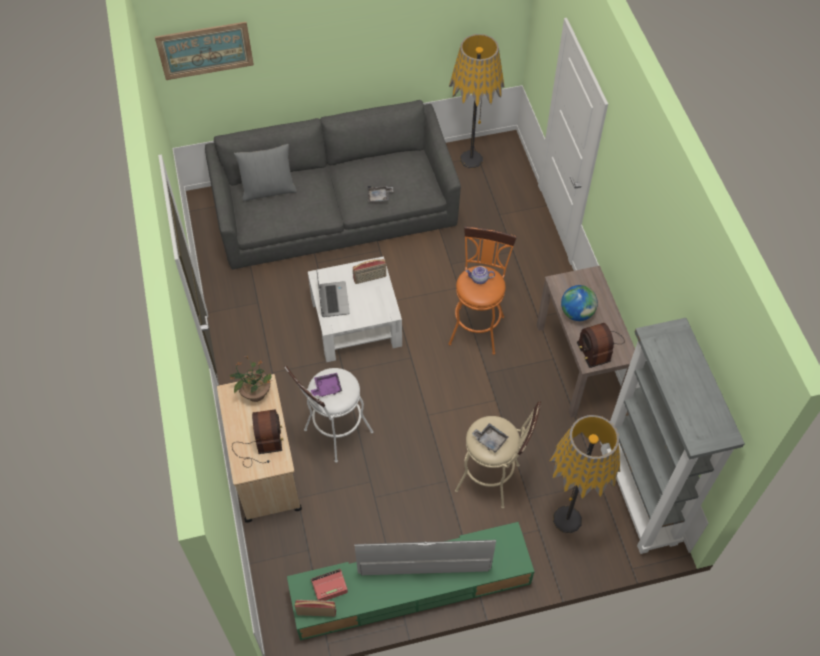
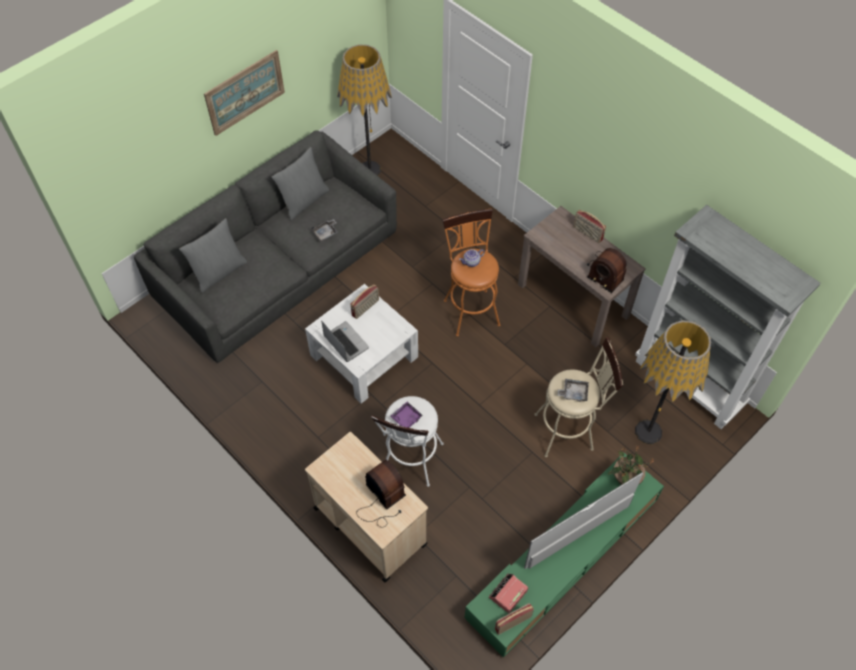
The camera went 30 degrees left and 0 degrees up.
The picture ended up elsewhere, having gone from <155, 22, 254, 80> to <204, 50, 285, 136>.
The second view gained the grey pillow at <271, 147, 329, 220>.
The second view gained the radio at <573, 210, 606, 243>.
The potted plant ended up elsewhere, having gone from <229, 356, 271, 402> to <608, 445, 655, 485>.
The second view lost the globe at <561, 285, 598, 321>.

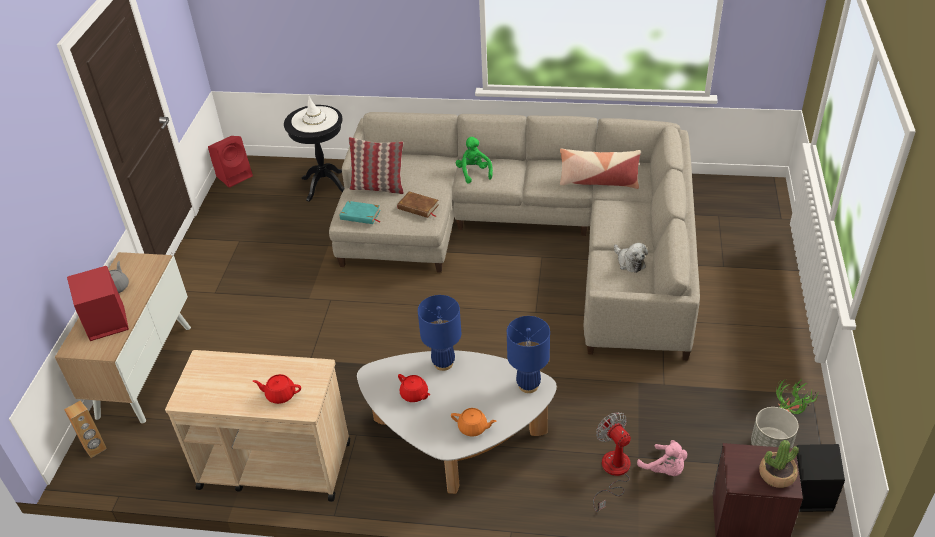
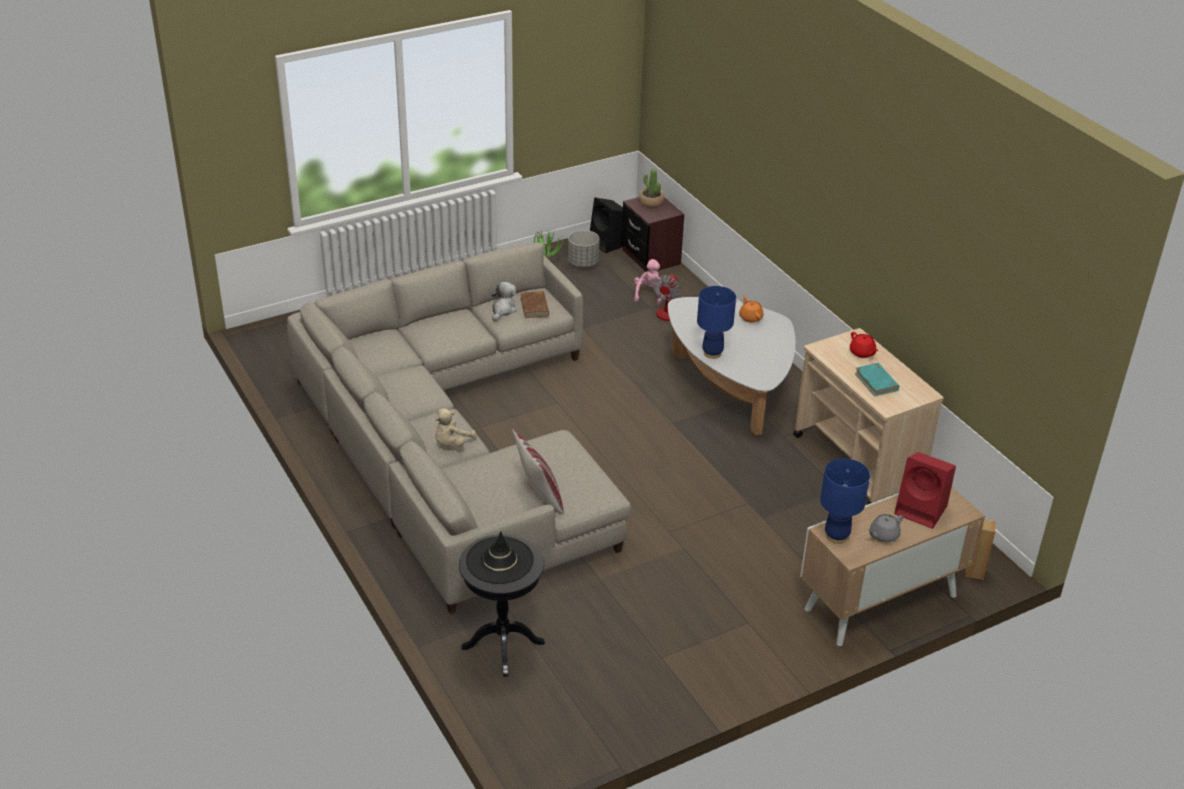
The camera went 130 degrees left and 5 degrees down.
What was the green plush toy at <456, 137, 493, 184> turned into the beige plush toy at <435, 408, 477, 447>.
What was the white hat at <291, 96, 338, 133> turned into the black hat at <466, 531, 534, 584>.
The brown book ended up elsewhere, having gone from <397, 192, 439, 218> to <521, 291, 549, 318>.
The blue table lamp ended up elsewhere, having gone from <507, 316, 550, 393> to <820, 458, 870, 544>.
The turquoise book ended up elsewhere, having gone from <340, 201, 381, 224> to <855, 363, 899, 397>.
The second view lost the red speaker at <208, 136, 253, 188>.
The second view lost the red teapot at <398, 374, 430, 402>.
The second view lost the pillow at <560, 149, 641, 189>.

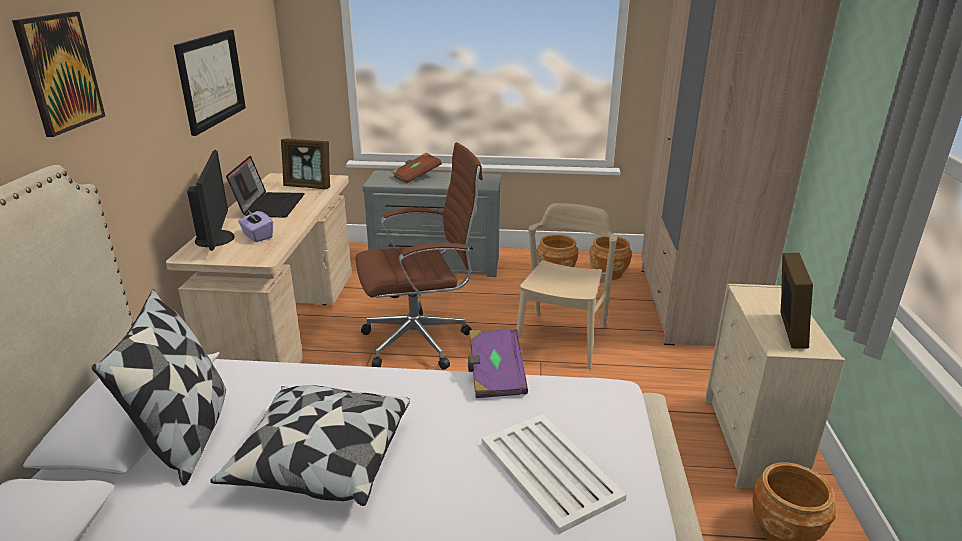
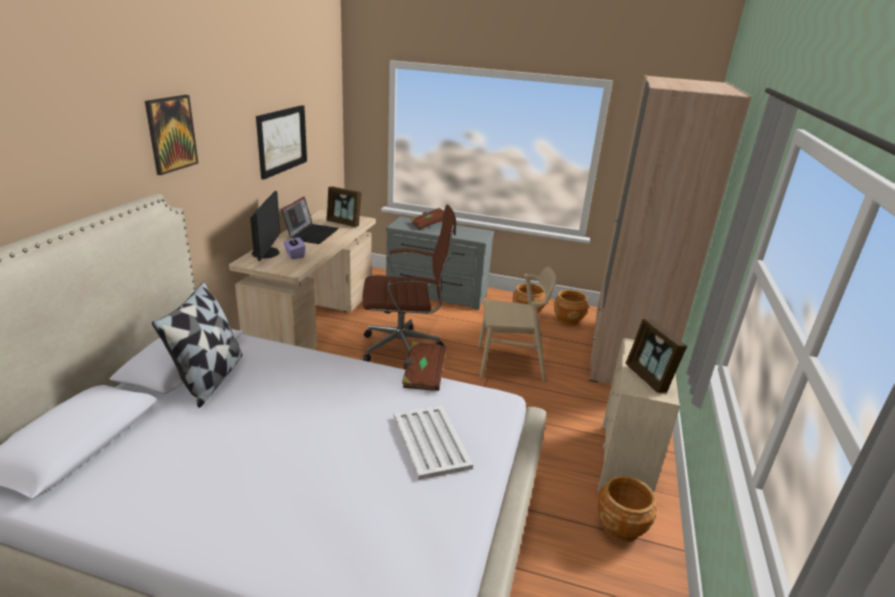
The camera went 10 degrees right and 0 degrees up.
What was the purple book at <468, 329, 528, 398> turned into the brown book at <402, 341, 446, 391>.
The beige chair at <516, 203, 617, 369> ended up facing another way, 60 degrees clockwise from before.
The picture frame at <781, 253, 813, 349> ended up facing another way, 135 degrees clockwise from before.
The second view lost the pillow at <210, 385, 410, 506>.

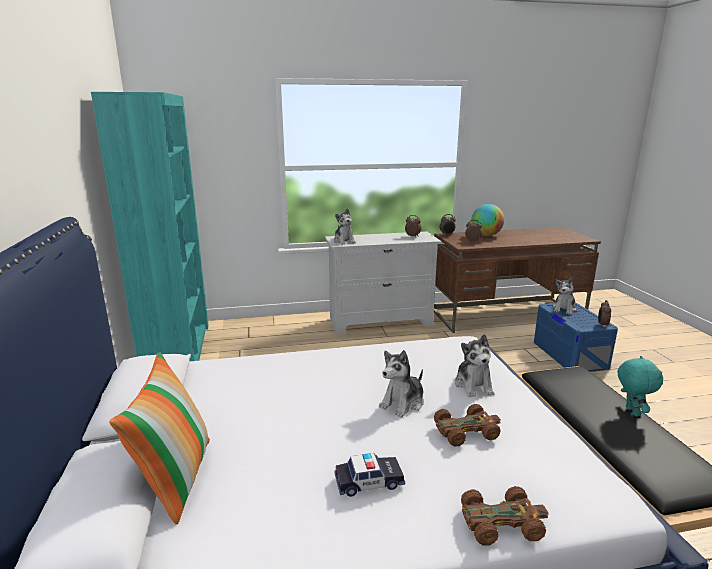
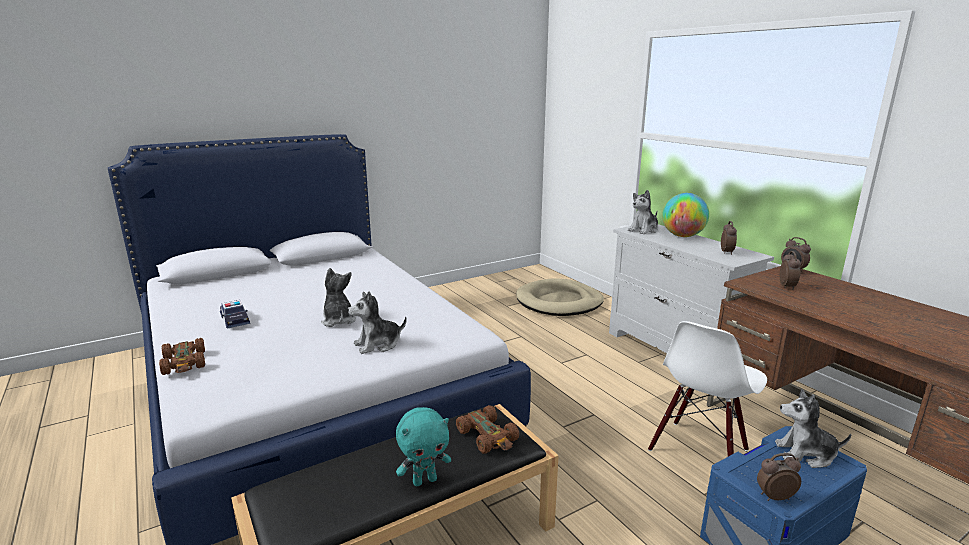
The camera went 70 degrees right and 0 degrees up.
The plush toy at <379, 350, 424, 417> ended up facing another way, 45 degrees clockwise from before.
The brown toy car ended up elsewhere, having gone from <434, 404, 501, 446> to <456, 405, 519, 454>.
The second view gained the beige dog bed at <516, 279, 604, 316>.
The second view gained the white chair at <648, 321, 767, 456>.
The globe ended up elsewhere, having gone from <471, 204, 504, 236> to <662, 193, 709, 237>.
The second view lost the turquoise bookcase at <91, 92, 209, 361>.
The second view lost the pillow at <109, 352, 210, 525>.

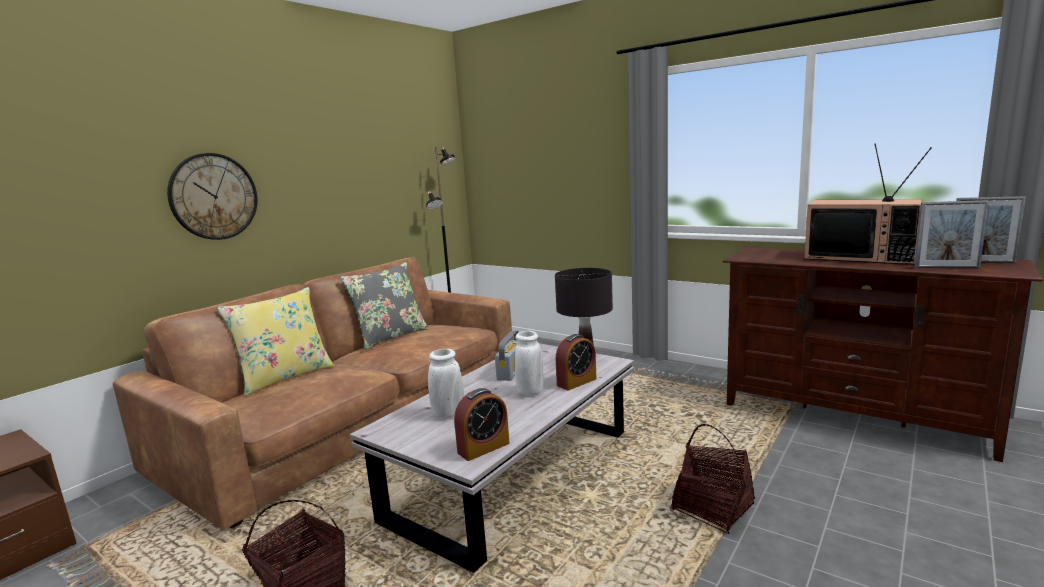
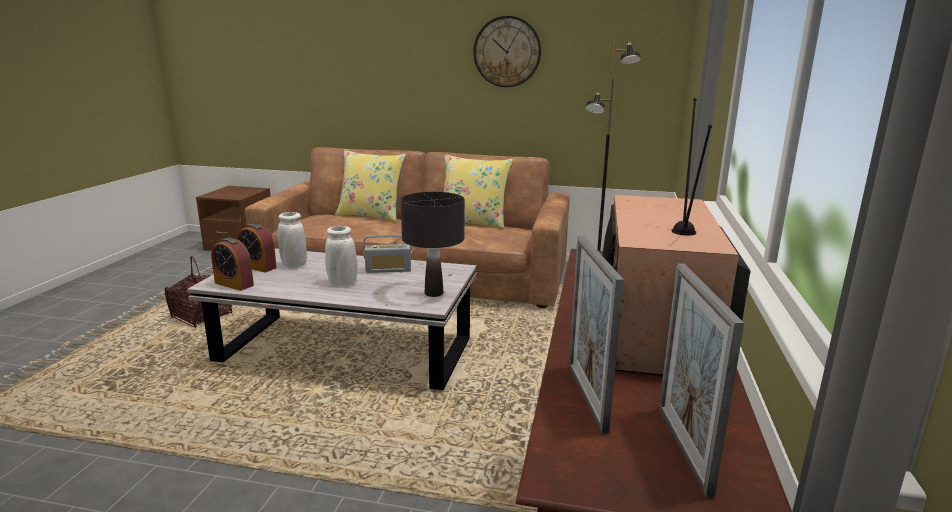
The camera went 65 degrees right and 5 degrees up.
The alarm clock ended up elsewhere, having gone from <556, 334, 596, 390> to <237, 223, 277, 272>.
What was the grey pillow at <340, 262, 429, 350> turned into the yellow pillow at <444, 154, 513, 230>.
The wall clock ended up elsewhere, having gone from <167, 153, 258, 240> to <473, 16, 541, 87>.
The second view lost the basket at <672, 424, 755, 534>.

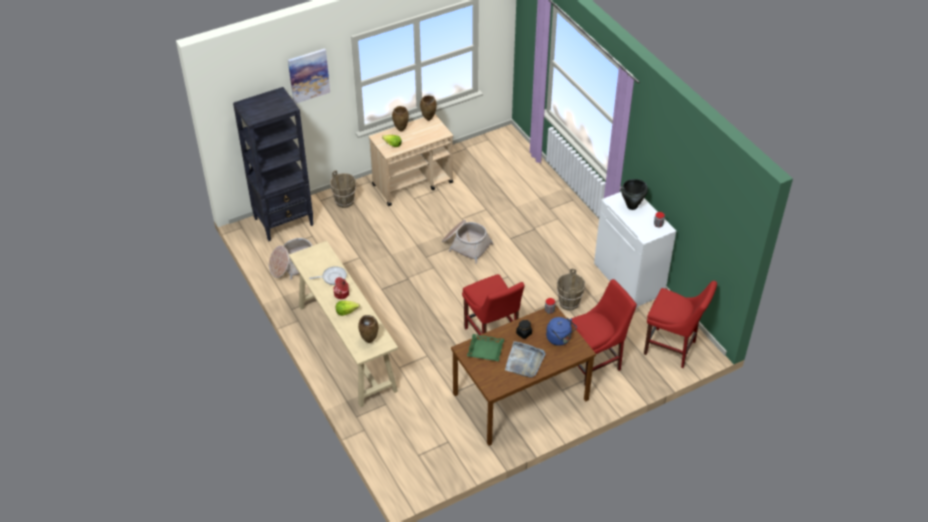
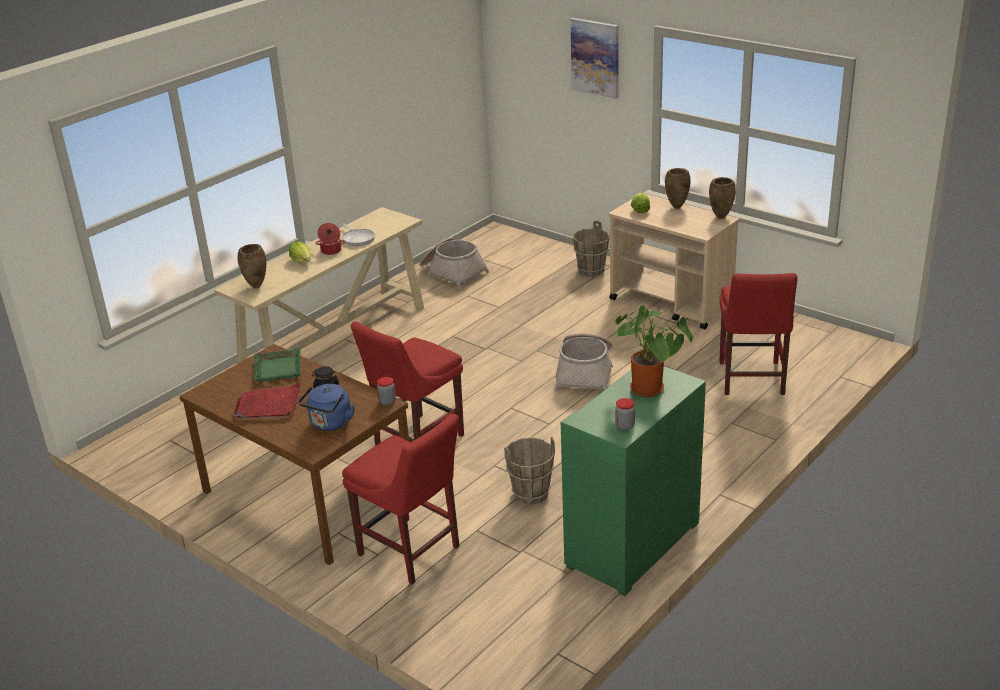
The camera went 70 degrees right and 15 degrees down.
What was the grey tray at <505, 341, 546, 378> turned into the red tray at <233, 383, 301, 419>.
What was the white cabinet at <594, 192, 676, 308> turned into the green cabinet at <561, 366, 706, 596>.
Where the black cooking pot stood at <621, 179, 648, 210>, the potted plant came to stand at <615, 305, 693, 397>.
The red chair ended up elsewhere, having gone from <644, 281, 717, 368> to <719, 273, 797, 395>.
The second view lost the black bookcase at <233, 87, 313, 241>.

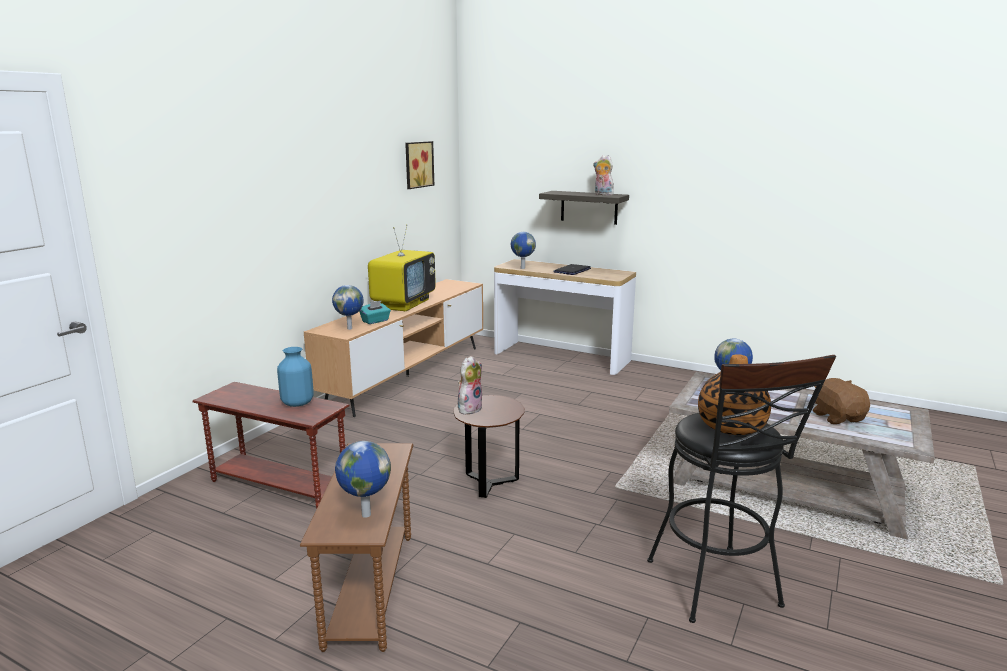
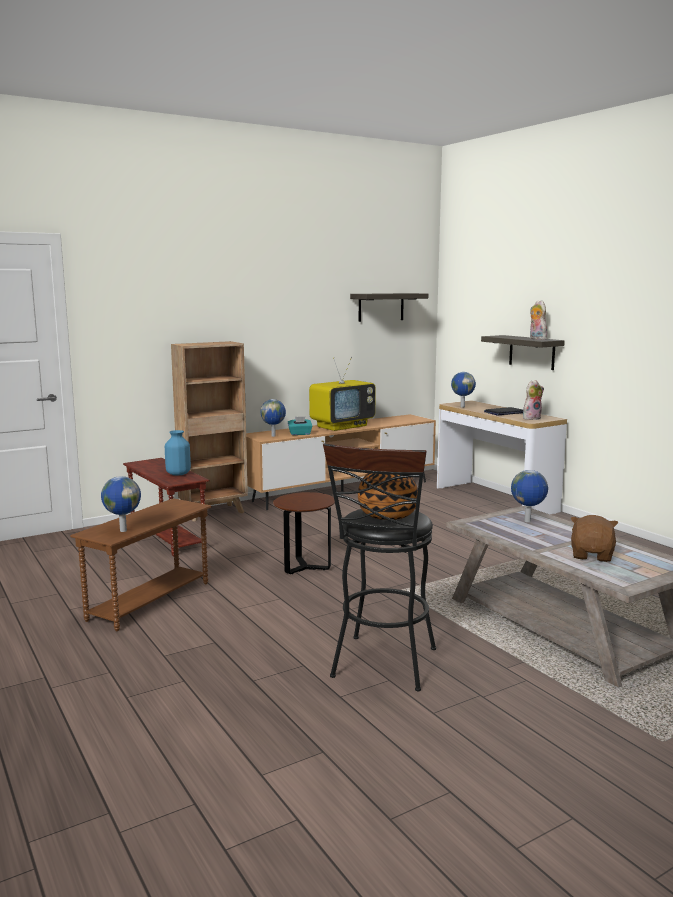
The camera went 30 degrees right and 5 degrees down.
The second view gained the brown bookcase at <171, 341, 248, 522>.
Where the picture hung at <405, 141, 434, 189>, the shelf came to hang at <350, 293, 428, 322>.
The plush toy ended up elsewhere, having gone from <458, 356, 483, 415> to <523, 380, 544, 420>.

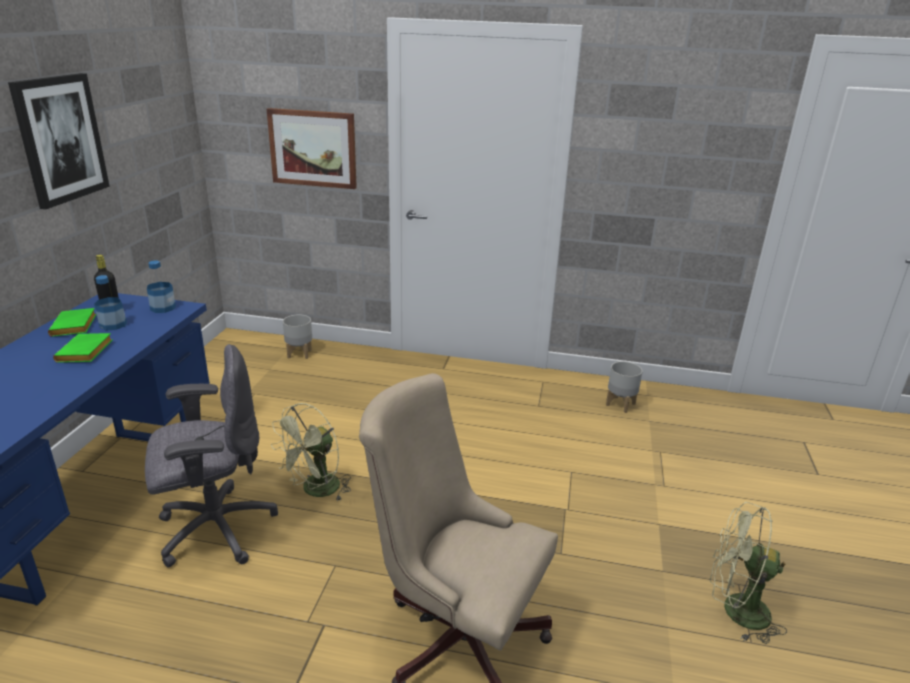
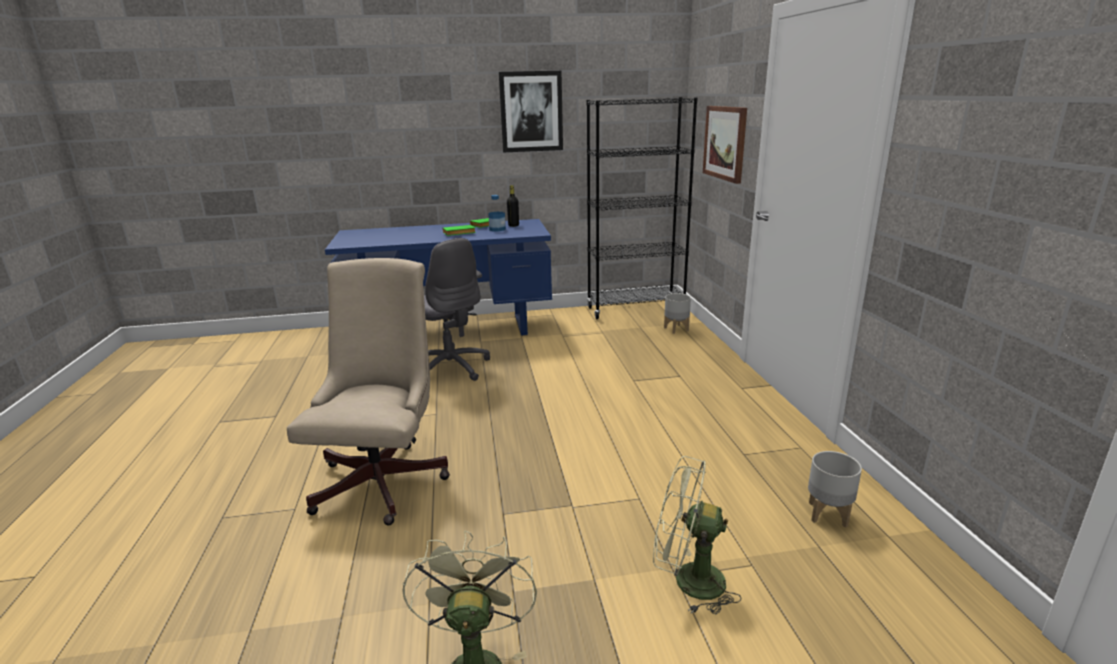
The camera went 70 degrees right and 5 degrees down.
The second view gained the black bookcase at <587, 97, 697, 319>.
The green fan ended up elsewhere, having gone from <271, 403, 351, 502> to <653, 456, 741, 614>.
The second view lost the bottle at <147, 260, 176, 313>.

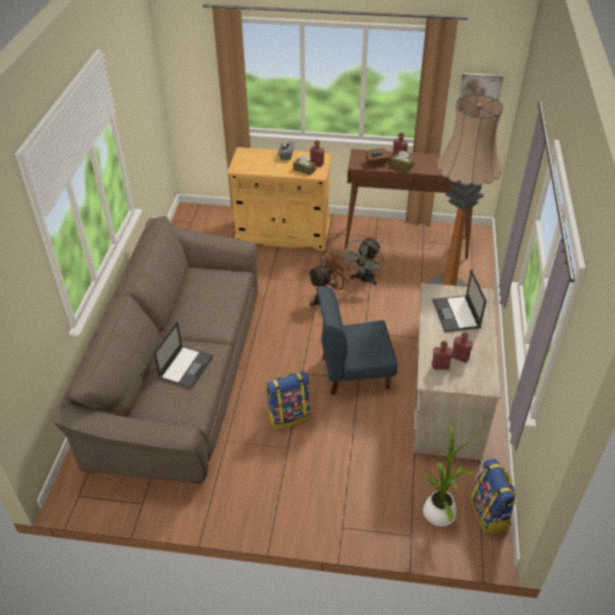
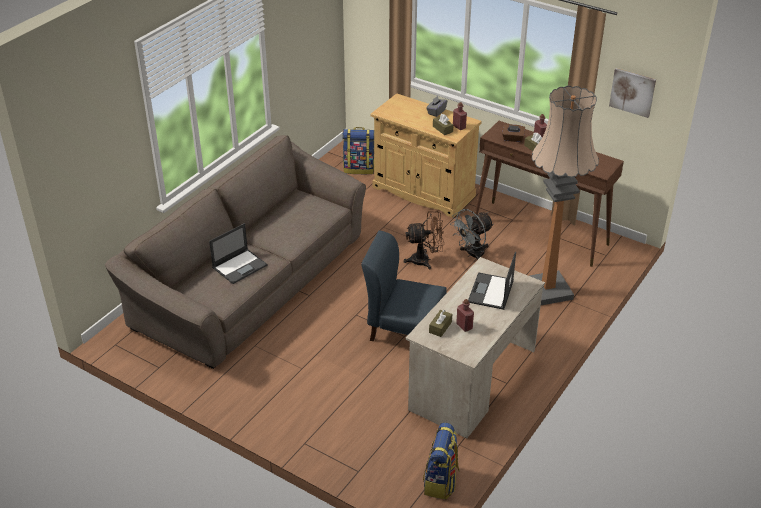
The camera went 25 degrees right and 5 degrees down.
The backpack ended up elsewhere, having gone from <266, 371, 310, 430> to <342, 127, 374, 174>.
Where the red bottle stood at <432, 341, 453, 370>, the brown tissue box came to stand at <429, 310, 452, 337>.
The second view lost the potted plant at <423, 423, 476, 526>.

